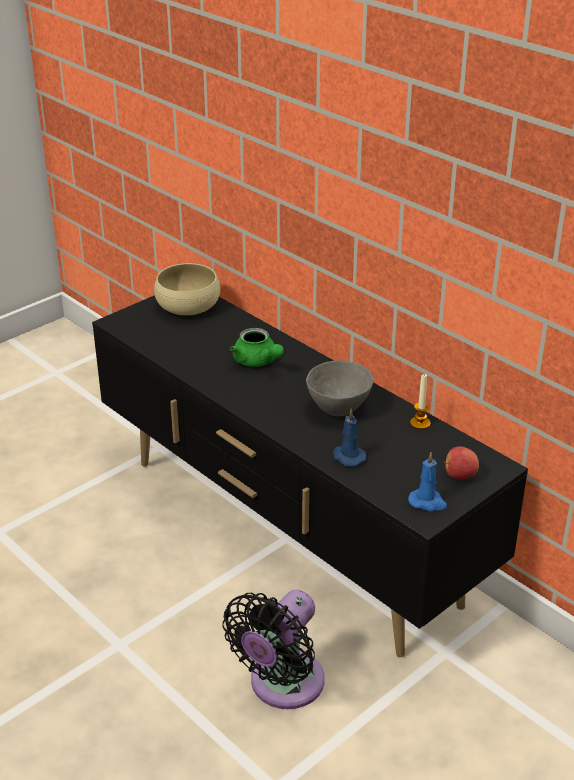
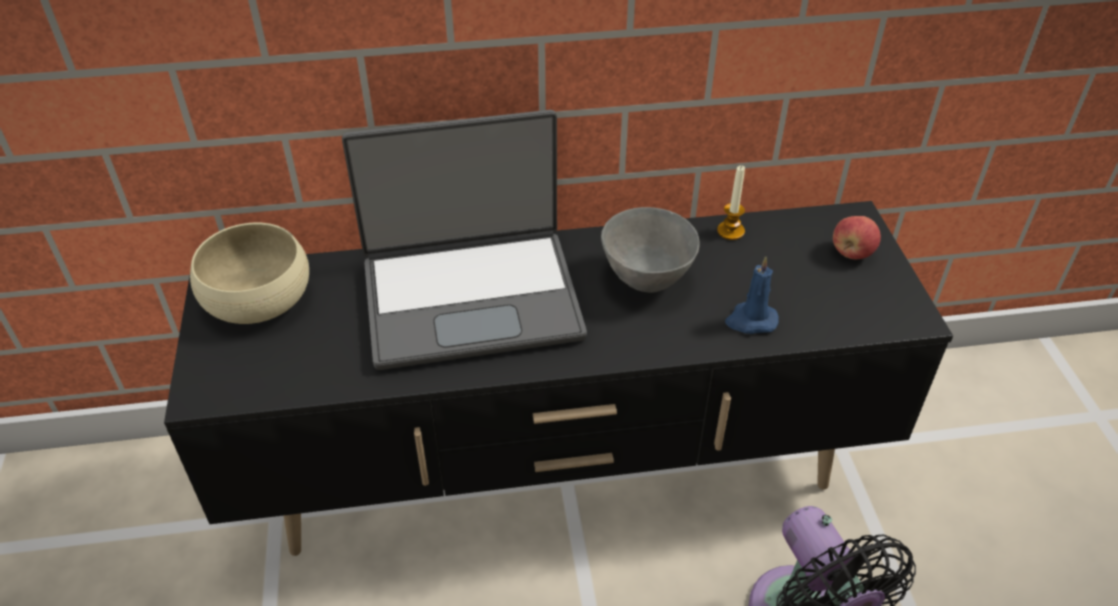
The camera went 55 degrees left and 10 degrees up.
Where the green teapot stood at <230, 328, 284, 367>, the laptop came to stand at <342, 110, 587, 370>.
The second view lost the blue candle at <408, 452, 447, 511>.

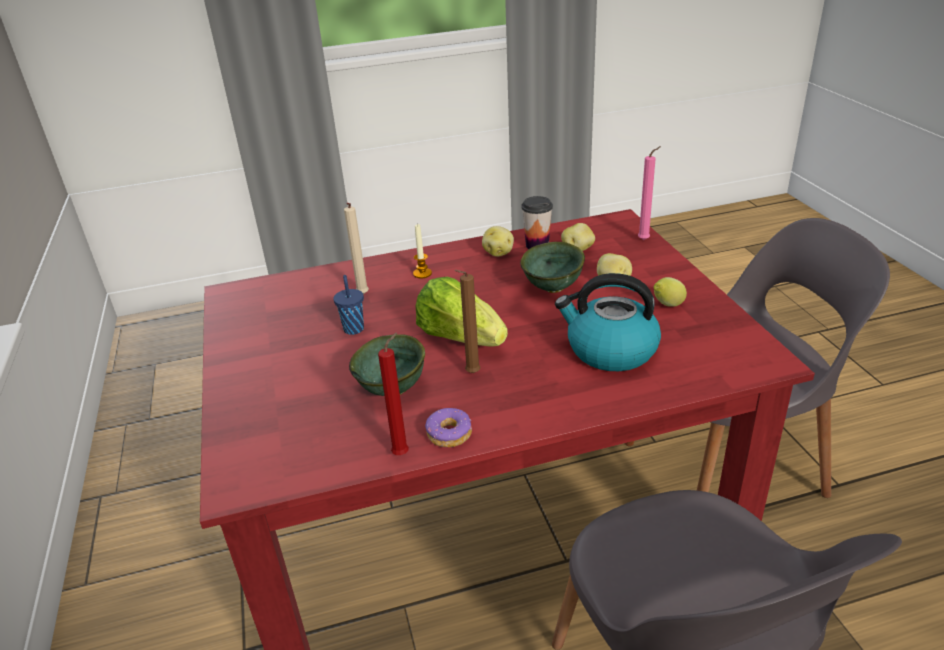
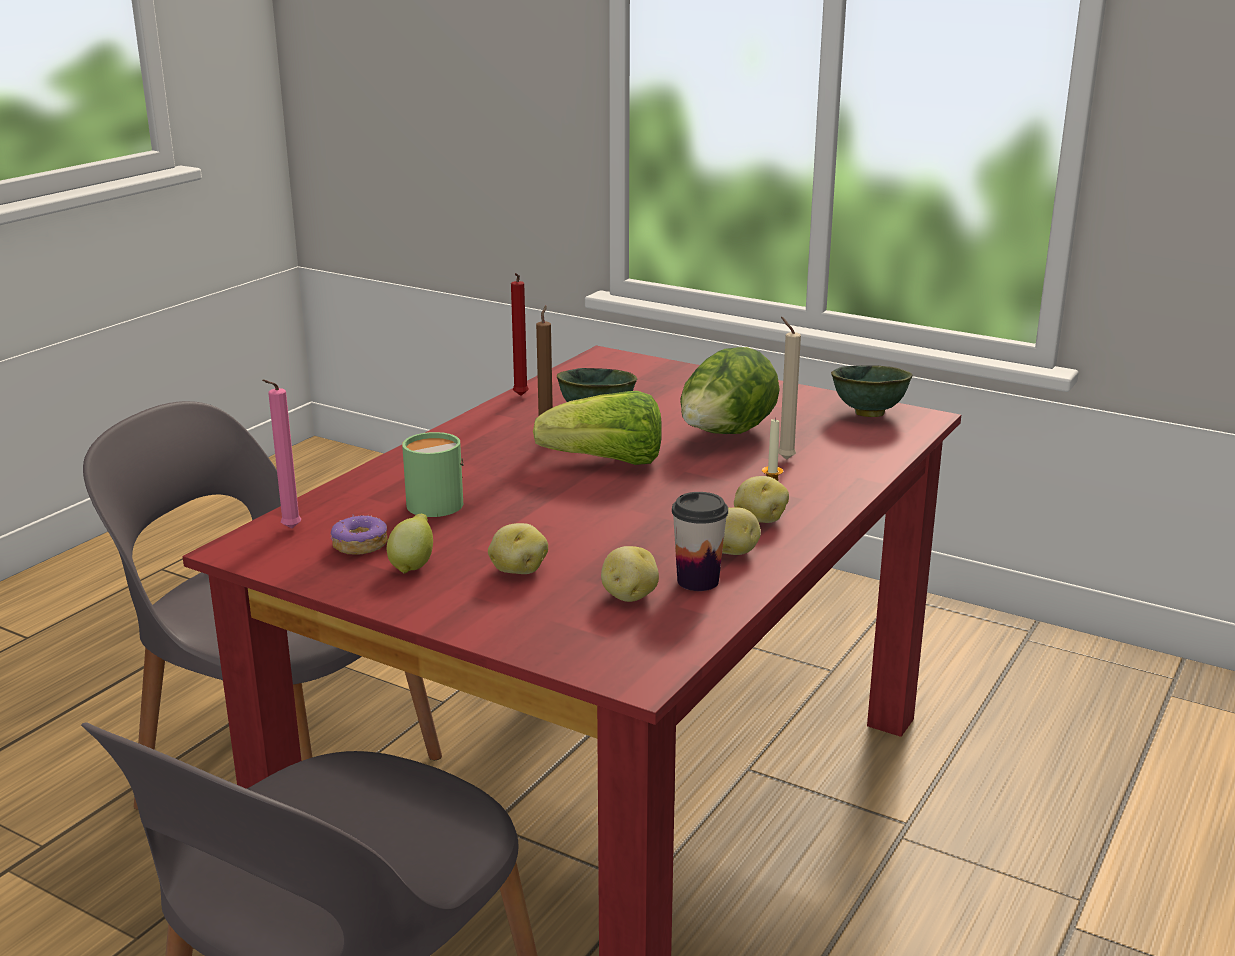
The camera went 135 degrees right and 10 degrees down.
The pink candle ended up elsewhere, having gone from <638, 146, 661, 240> to <262, 380, 301, 529>.
The donut ended up elsewhere, having gone from <425, 408, 472, 447> to <331, 514, 387, 554>.
Where the kettle stood at <555, 273, 661, 371>, the green mug came to stand at <402, 432, 464, 517>.
Where the blue cup stood at <333, 275, 364, 335>, the lettuce came to stand at <680, 347, 780, 434>.
The second view gained the potato at <734, 476, 789, 523>.
The green bowl ended up elsewhere, having gone from <520, 242, 585, 293> to <831, 365, 913, 417>.

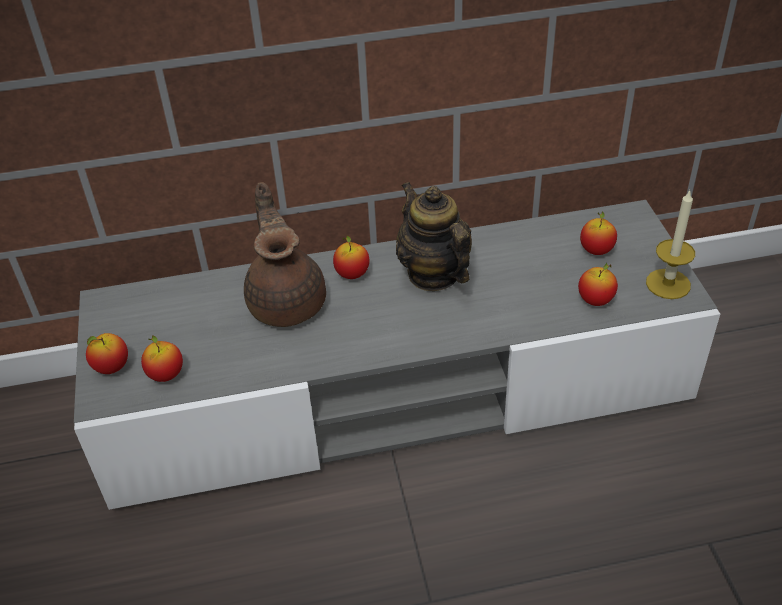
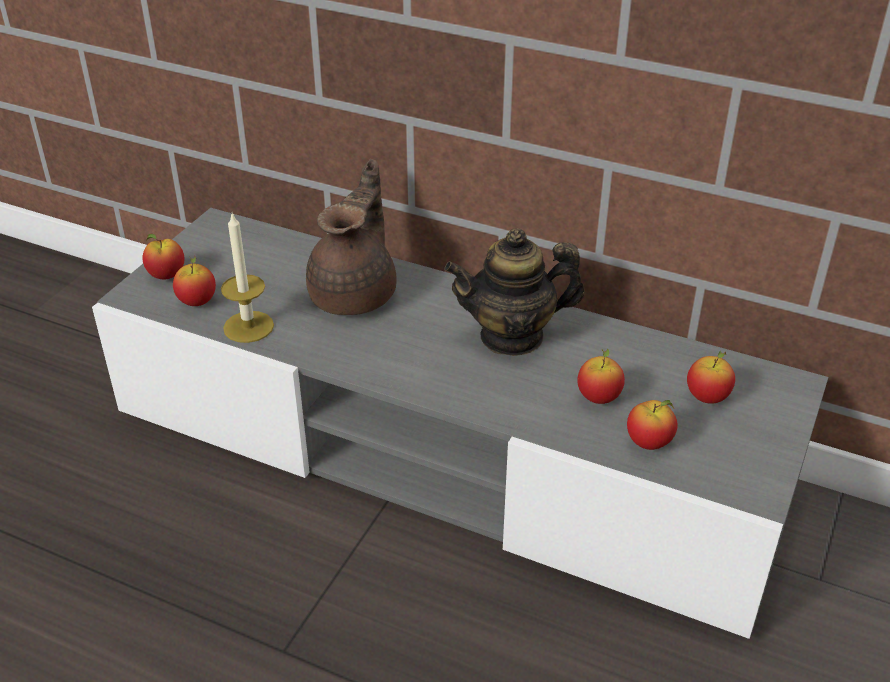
The camera went 35 degrees right and 5 degrees down.
The candle ended up elsewhere, having gone from <646, 190, 695, 299> to <221, 213, 274, 343>.
The teapot at <396, 182, 472, 291> ended up facing another way, 105 degrees counterclockwise from before.
The apple ended up elsewhere, having gone from <333, 236, 369, 279> to <577, 348, 625, 404>.

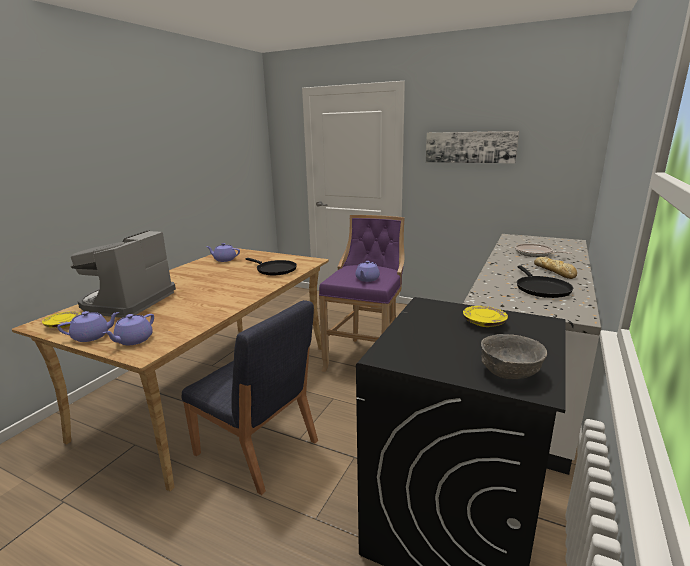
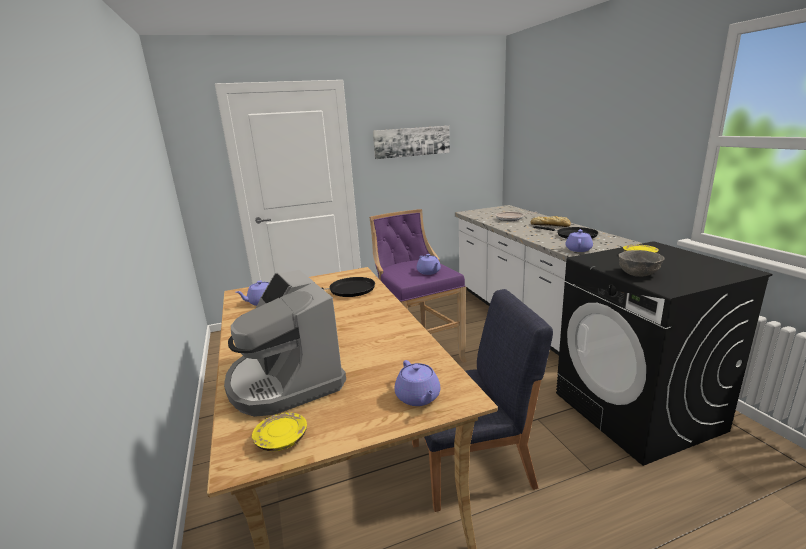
The camera went 45 degrees left and 0 degrees up.
The purple teapot ended up elsewhere, having gone from <57, 311, 119, 342> to <566, 229, 593, 252>.
The grey bowl ended up elsewhere, having gone from <481, 334, 547, 379> to <619, 250, 664, 277>.

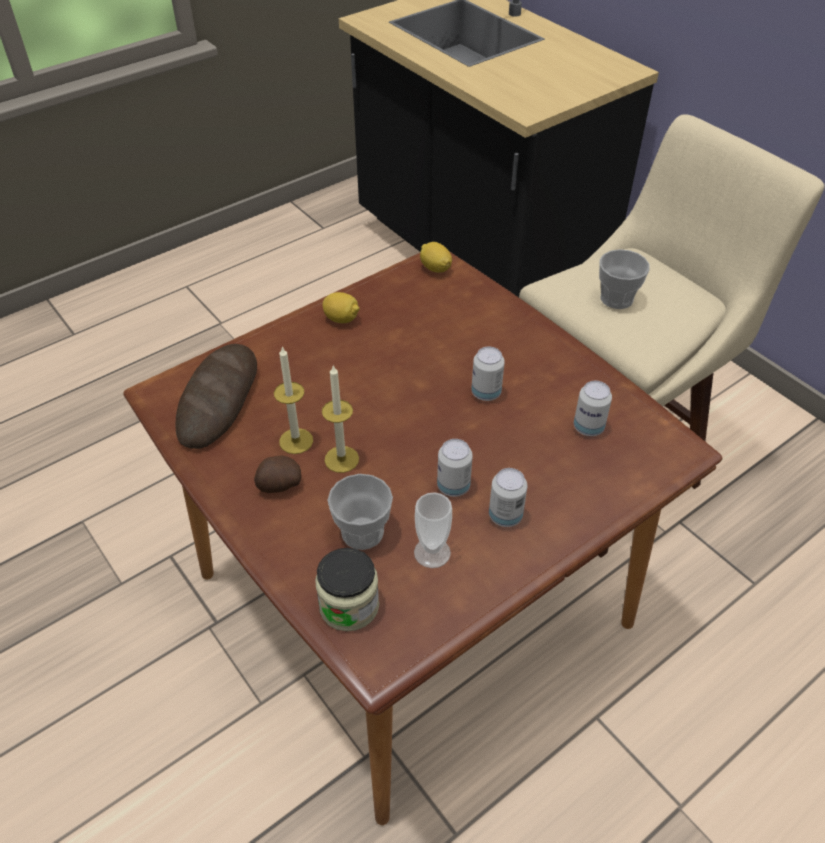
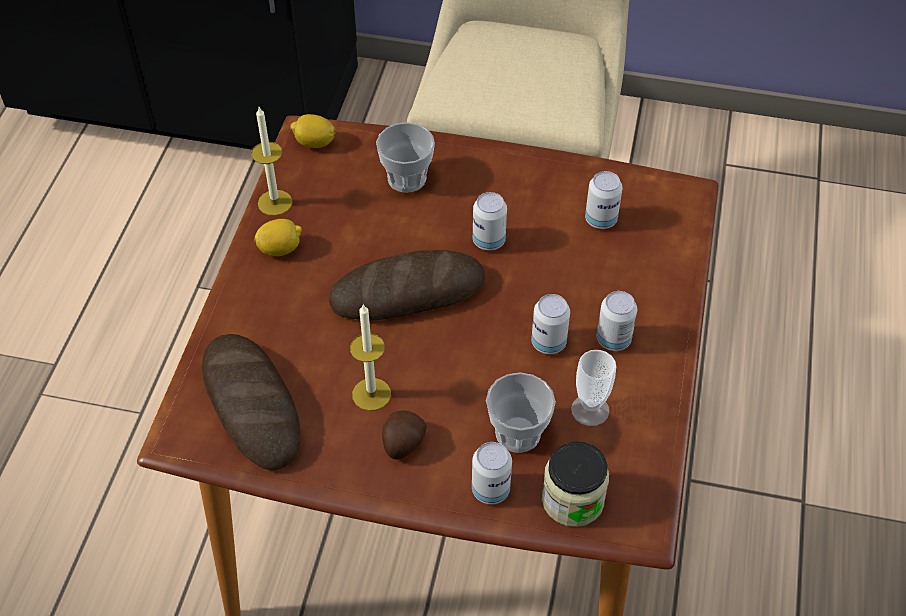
The camera went 40 degrees left and 5 degrees up.
The candle ended up elsewhere, having gone from <322, 366, 359, 473> to <251, 107, 293, 216>.
The second view gained the bread at <329, 250, 485, 320>.
The cup ended up elsewhere, having gone from <599, 249, 650, 309> to <376, 122, 435, 193>.
The second view gained the can at <472, 442, 512, 504>.

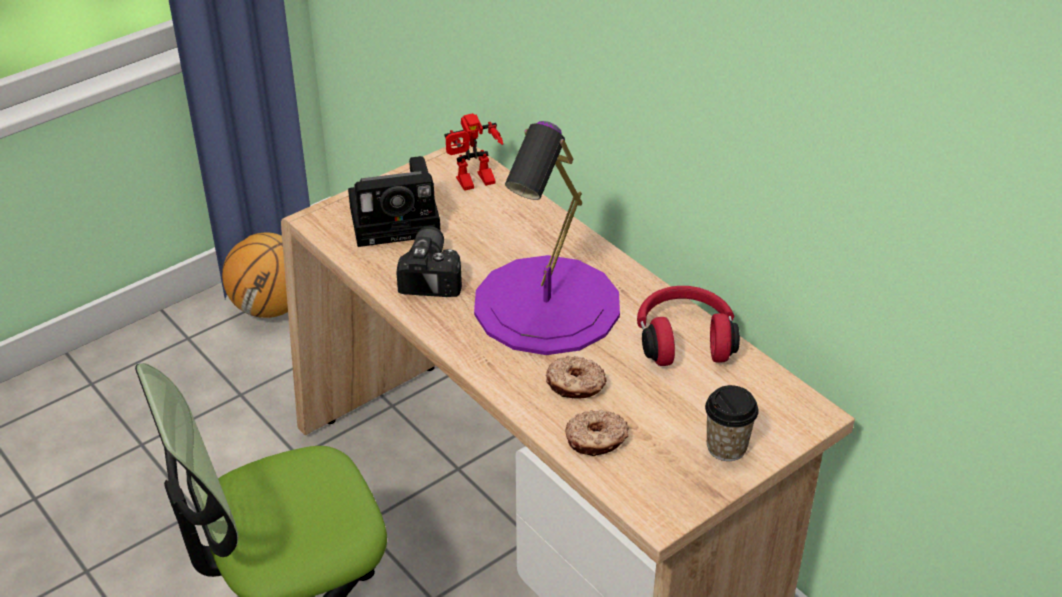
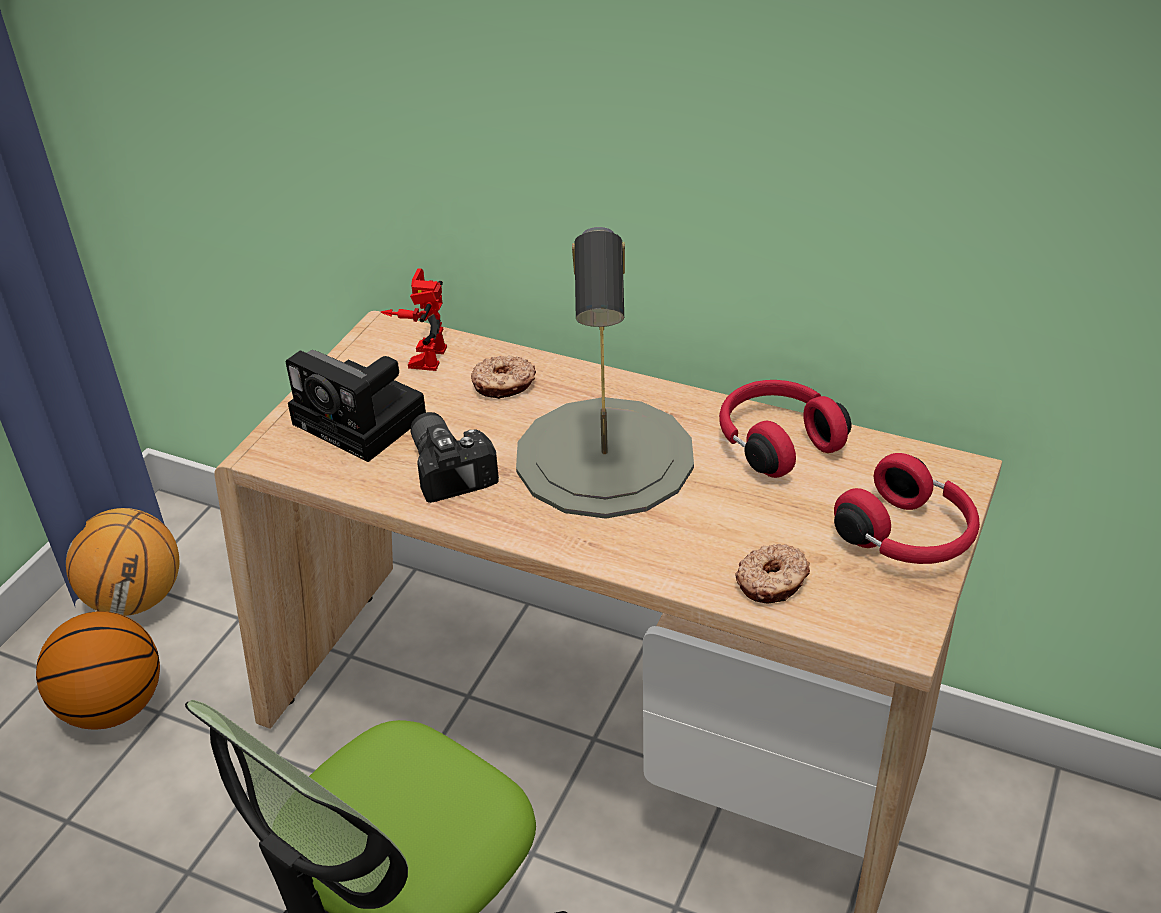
The camera went 25 degrees left and 0 degrees up.
The second view gained the basketball at <36, 611, 160, 730>.
The photo camera at <348, 156, 441, 247> ended up facing another way, 75 degrees clockwise from before.
The toy robot at <444, 113, 503, 191> ended up facing another way, 150 degrees clockwise from before.
The donut ended up elsewhere, having gone from <546, 356, 607, 398> to <471, 355, 536, 399>.
What was the purple table lamp at <474, 121, 620, 355> turned into the grey table lamp at <516, 227, 694, 519>.
Where the cup stood at <705, 385, 759, 461>, the red headphones came to stand at <834, 453, 980, 564>.

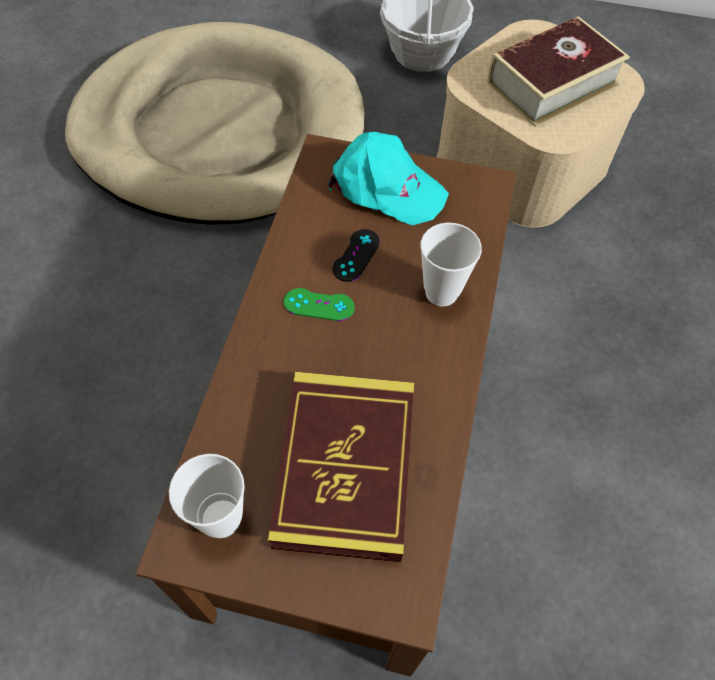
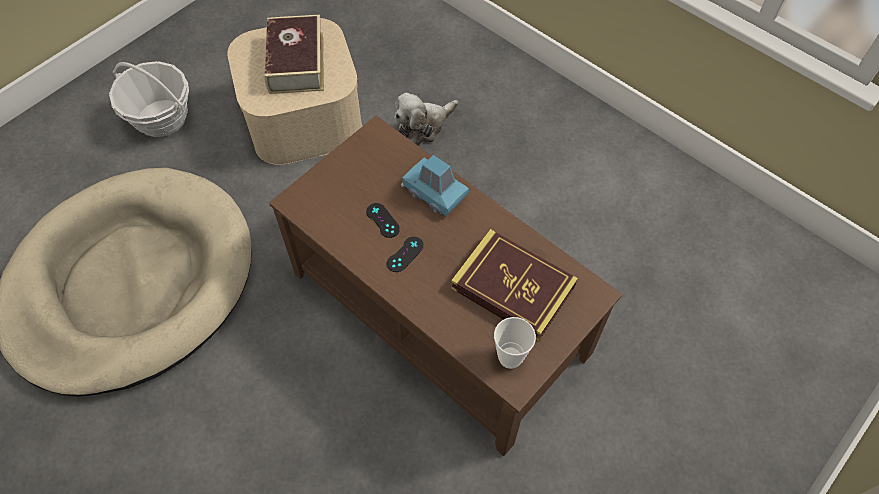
The camera went 60 degrees left and 0 degrees up.
What was the green game controller at <284, 288, 355, 321> turned into the black game controller at <387, 237, 424, 272>.
The second view gained the plush toy at <394, 92, 458, 145>.
Where the cup stood at <420, 222, 482, 307>, the blue toy car came to stand at <401, 155, 469, 216>.
The second view lost the turquoise cap at <328, 132, 449, 225>.

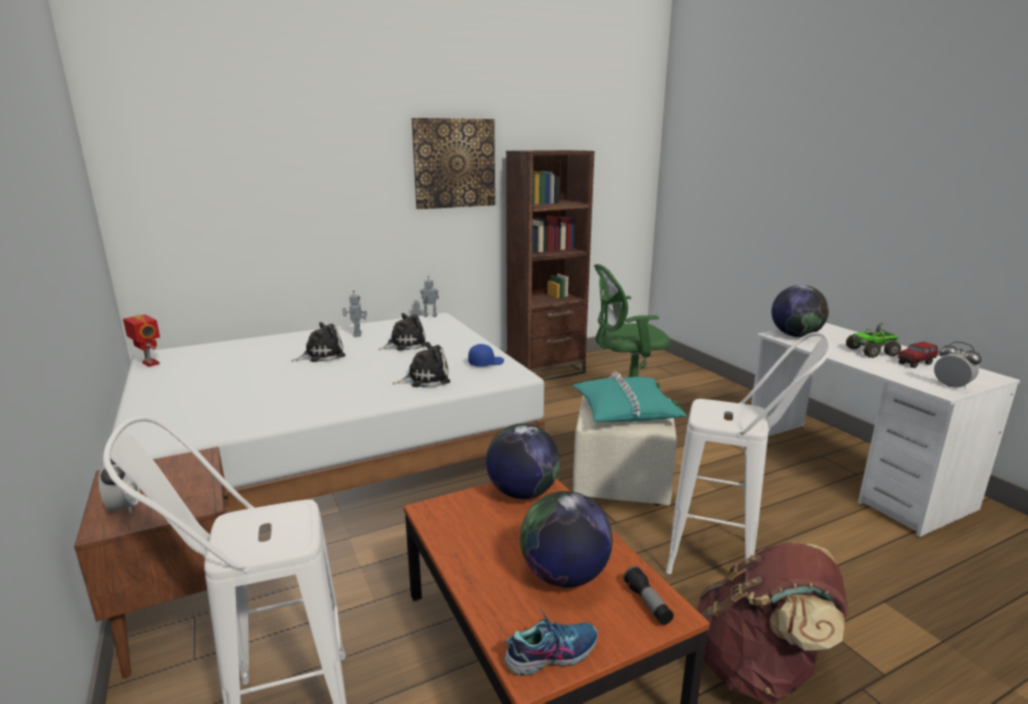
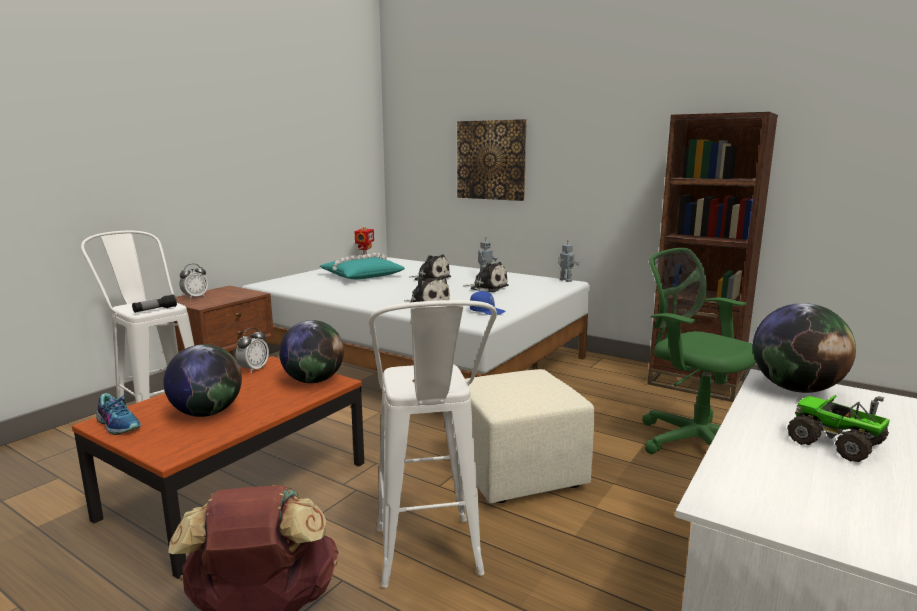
The camera went 60 degrees right and 5 degrees down.
The flashlight ended up elsewhere, having gone from <623, 566, 674, 625> to <132, 294, 177, 313>.
The alarm clock ended up elsewhere, having gone from <934, 342, 982, 389> to <235, 328, 269, 373>.
The turquoise pillow ended up elsewhere, having gone from <573, 372, 687, 422> to <320, 253, 405, 279>.
The picture ended up elsewhere, having gone from <411, 118, 495, 209> to <457, 119, 527, 201>.
The second view lost the toy truck at <898, 342, 938, 368>.

